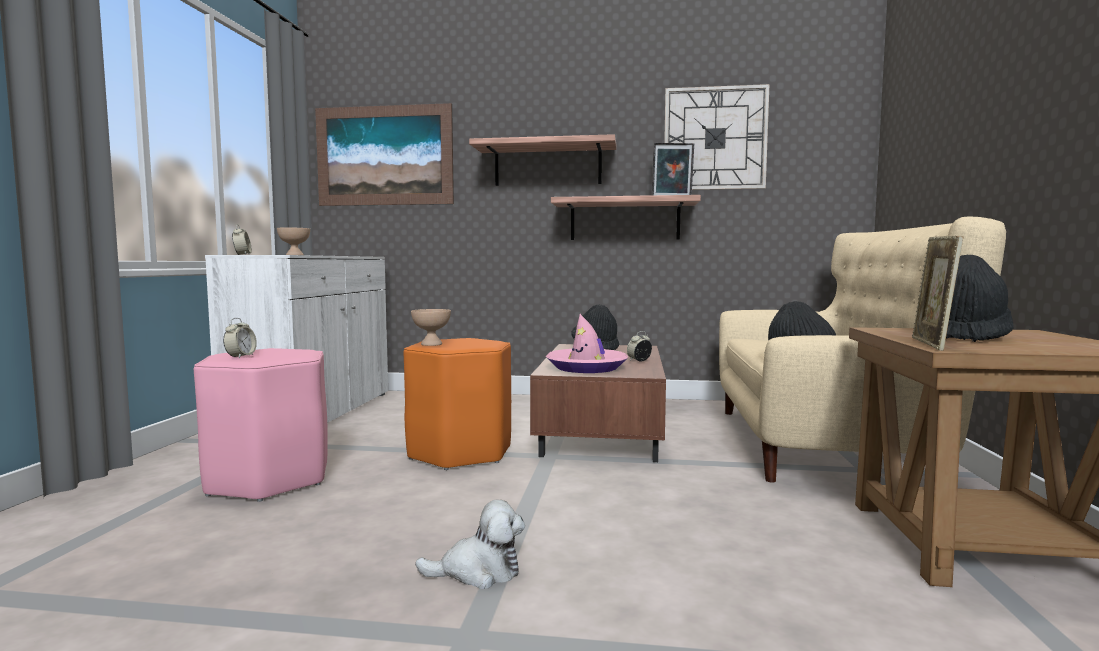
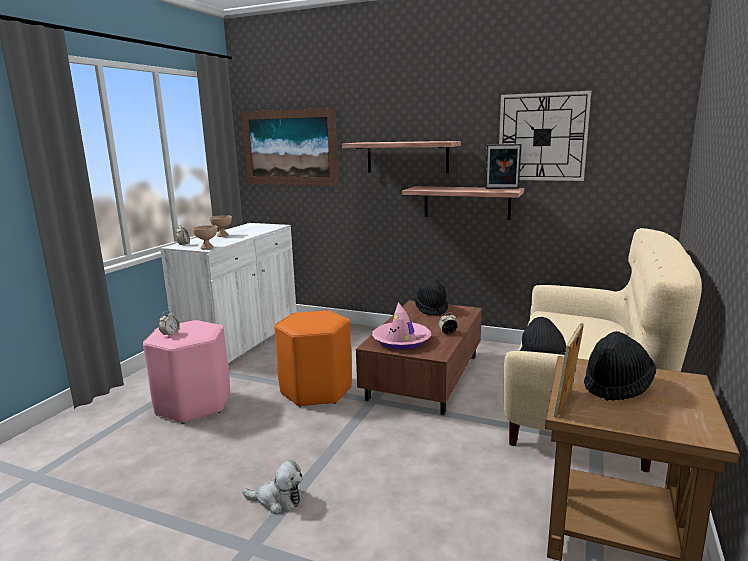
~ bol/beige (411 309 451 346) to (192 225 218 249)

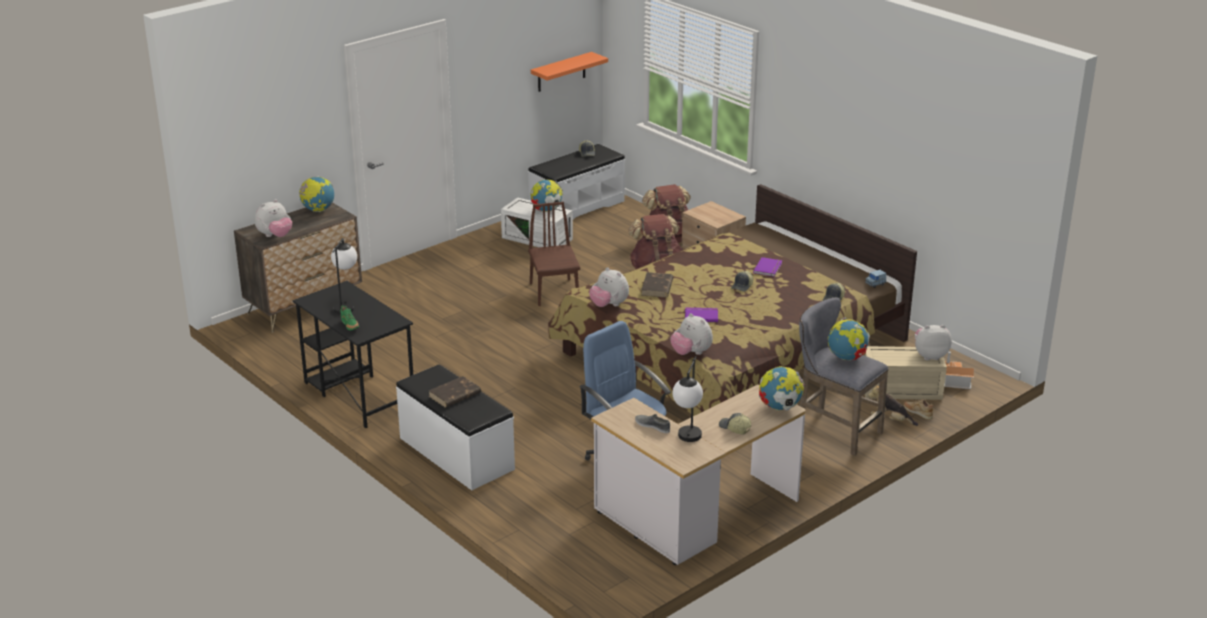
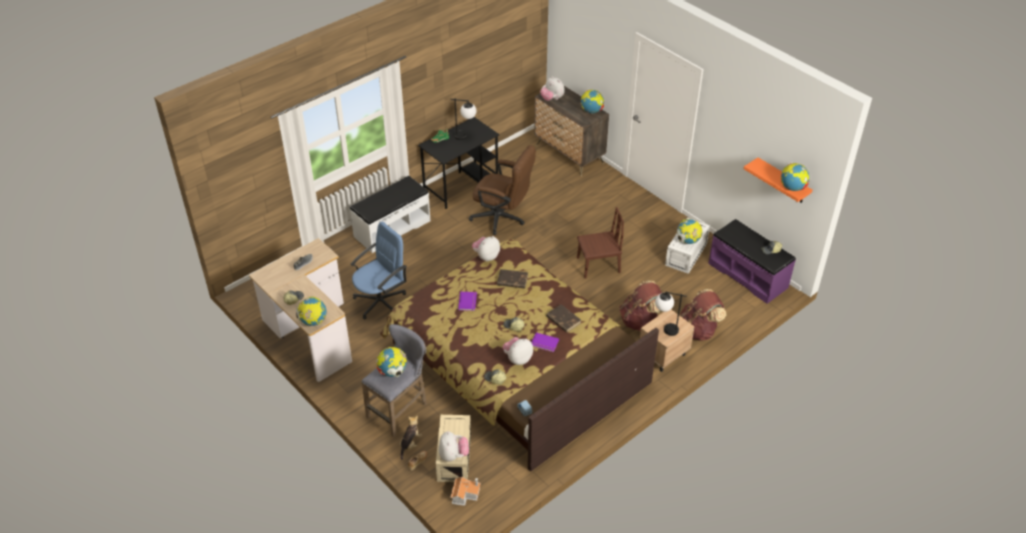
+ chaise de bureau/marron (469 145 536 235)
+ globe (781 162 809 191)
~ livre/marron (429 376 481 408) to (546 304 581 333)
~ peluche (671 313 713 355) to (502 337 533 365)
~ lampe de table (672 356 703 442) to (655 292 687 336)
~ banc/blanc (528 144 625 220) to banc/violet (708 219 796 304)

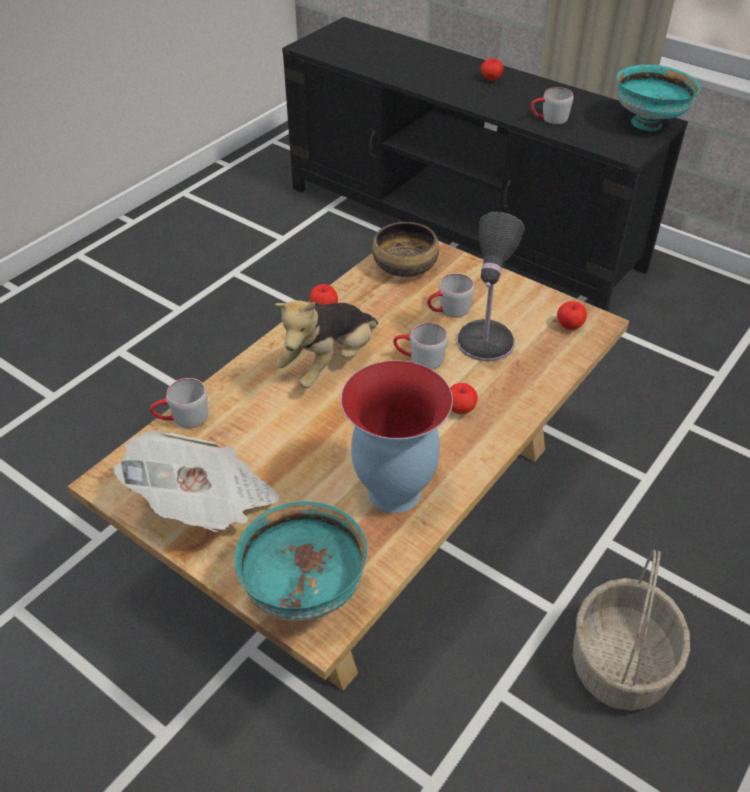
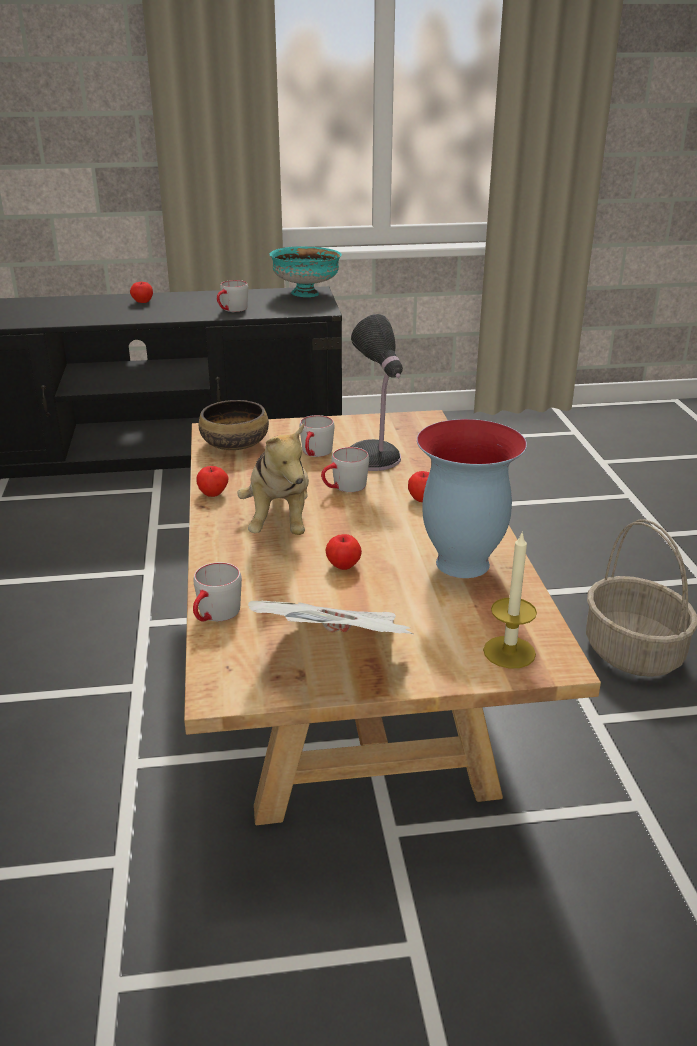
~ pomme (557 301 587 330) to (325 534 362 570)
~ bol/turquoise (234 501 368 621) to bougie (483 531 537 668)

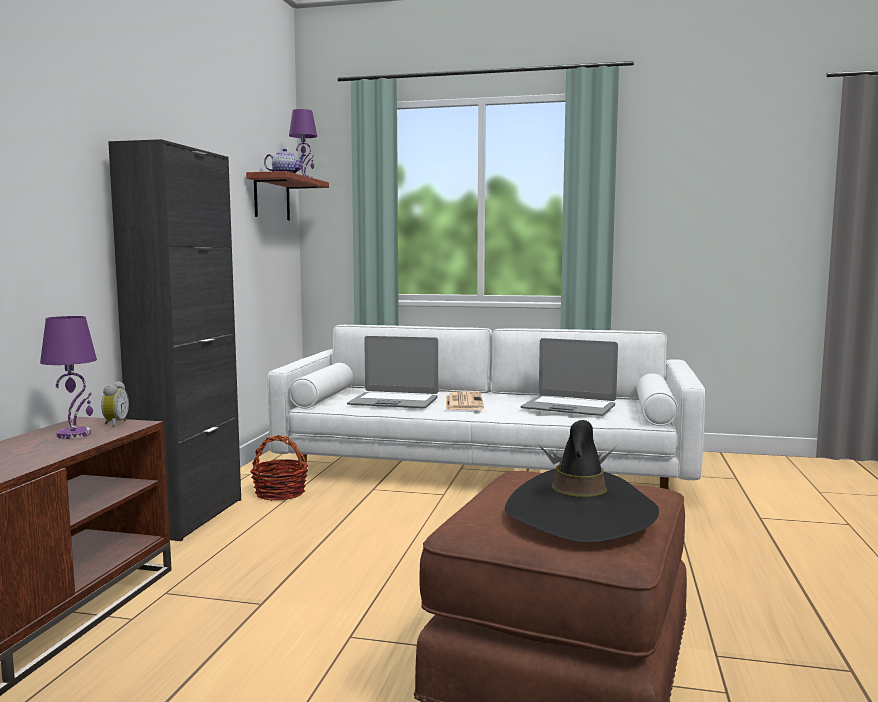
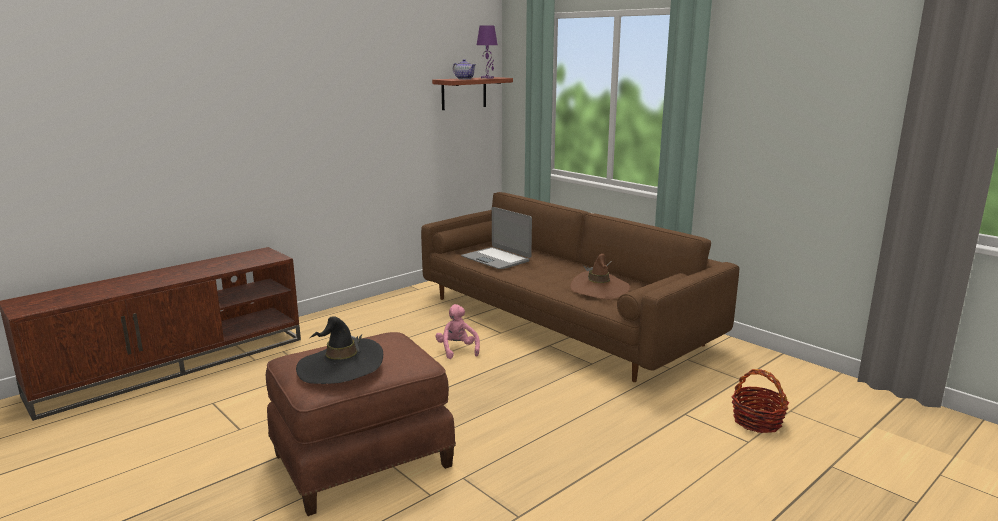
- lampe de table/violet (40 316 97 439)
- réveil (101 381 129 427)
- meuble de rangement/noir (108 139 241 541)
- journal (446 391 484 410)
+ peluche/rose (436 304 480 359)
~ panier (250 435 308 501) to (732 369 789 433)
~ ordinateur portable (521 338 618 416) to chapeau/marron (570 254 630 299)
~ canapé/blanc (268 325 705 489) to canapé/marron (421 192 739 382)

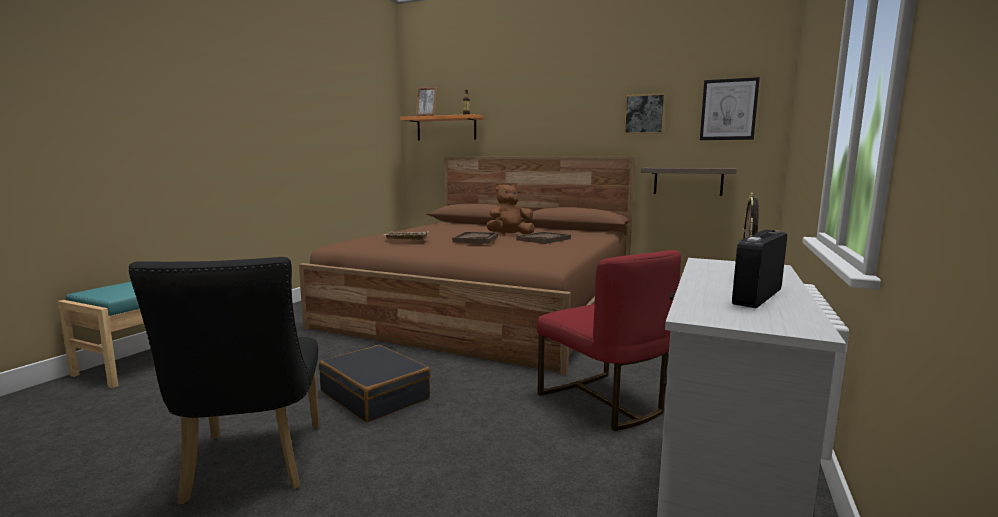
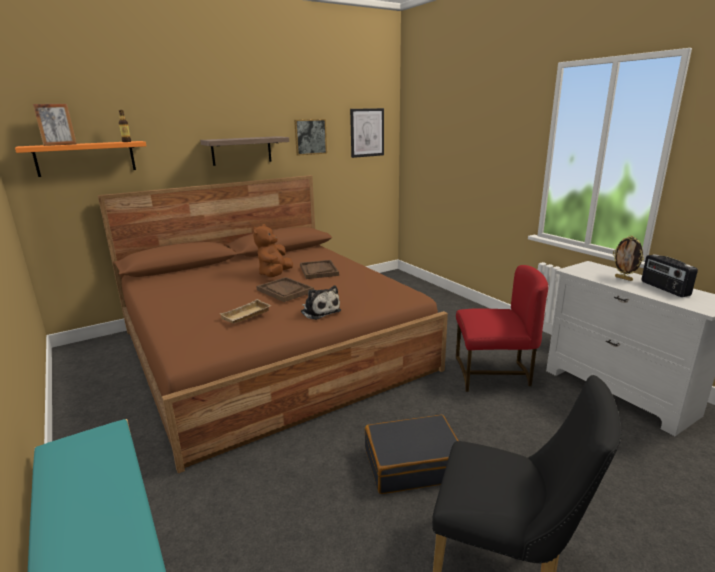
+ peluche (301 286 341 320)
~ étagère (641 168 737 196) to (200 136 289 166)

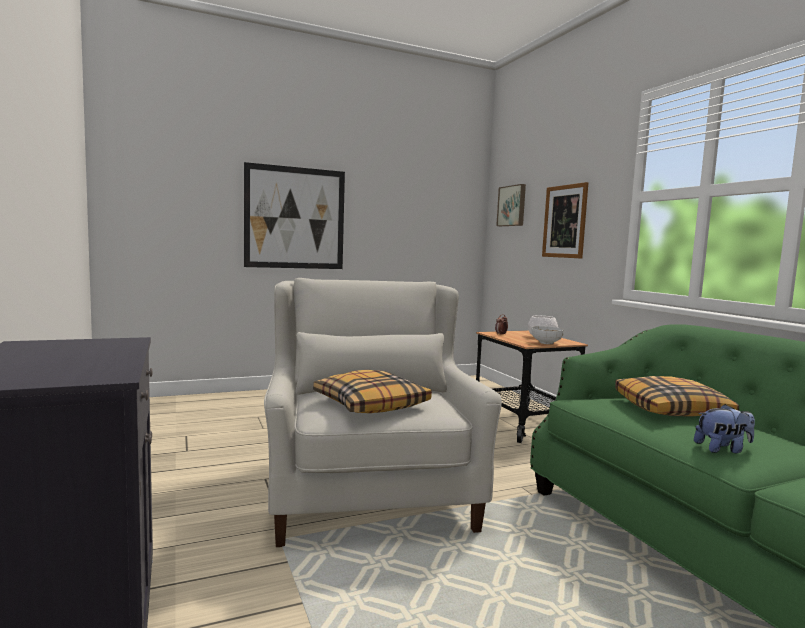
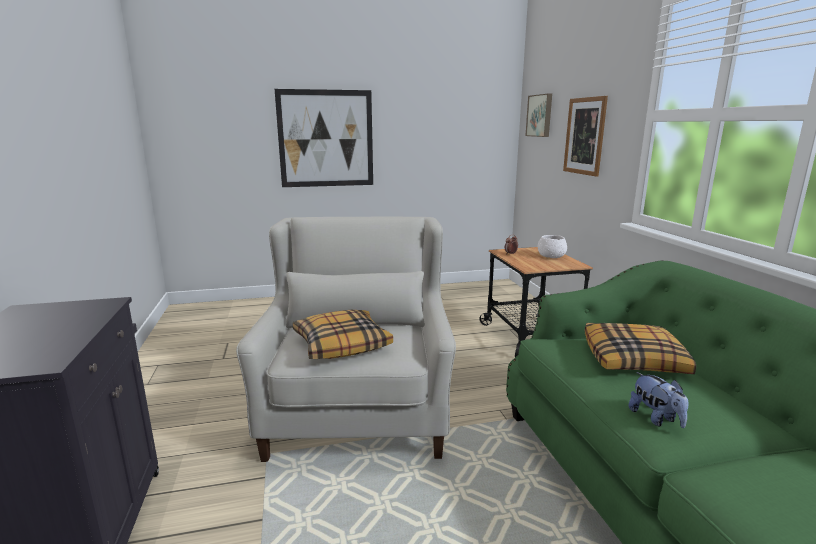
- bol (531 326 564 344)
~ peluche (694 404 755 453) = (629 372 689 428) 60 degrees clockwise

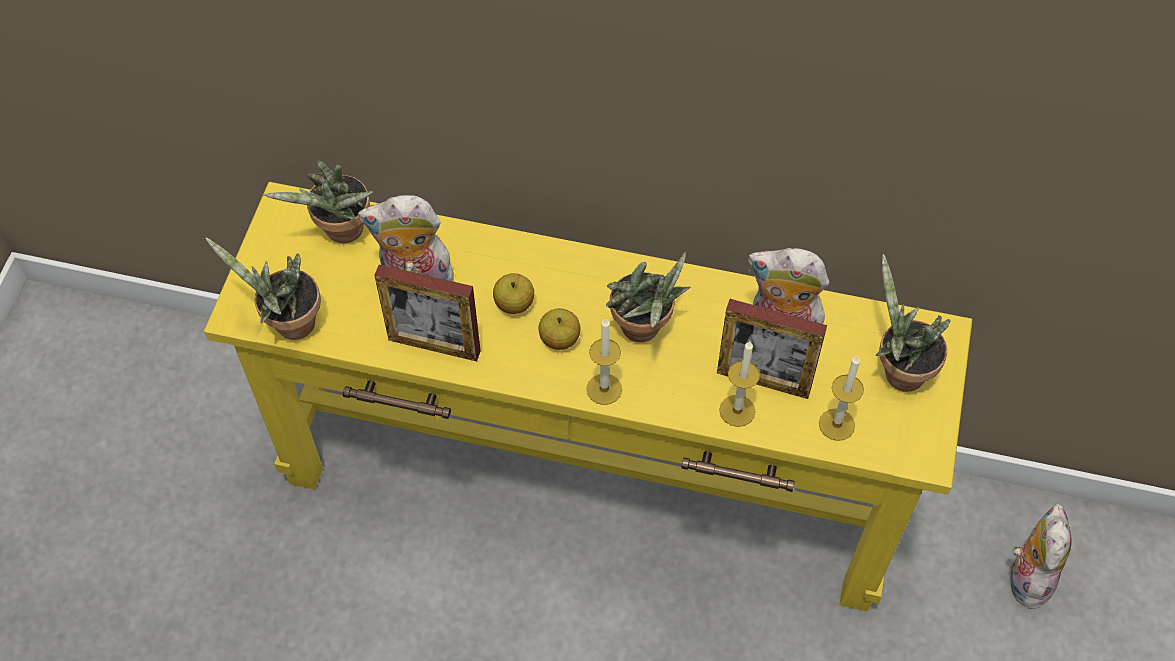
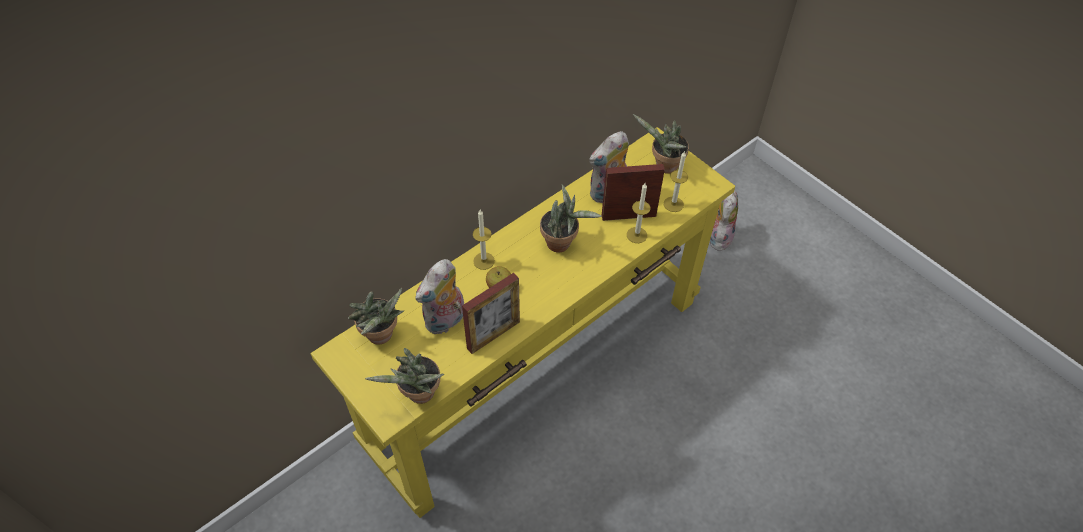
- pomme (538 308 581 350)
~ bougie (587 318 622 405) to (473 210 495 270)
~ cadre photo (717 299 827 399) = (602 164 665 221) 150 degrees counterclockwise
~ peluche (1010 503 1071 614) = (710 190 738 251) 60 degrees clockwise

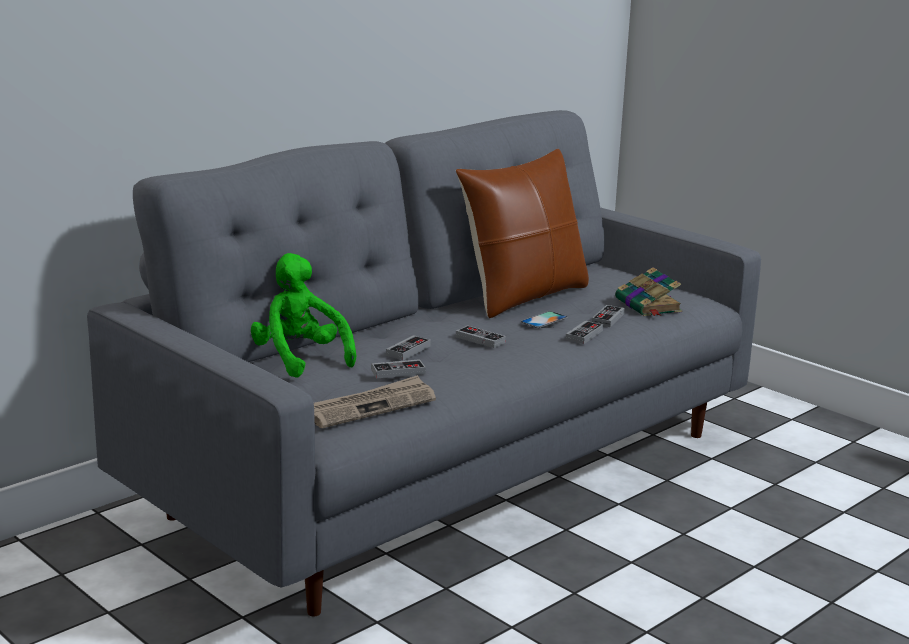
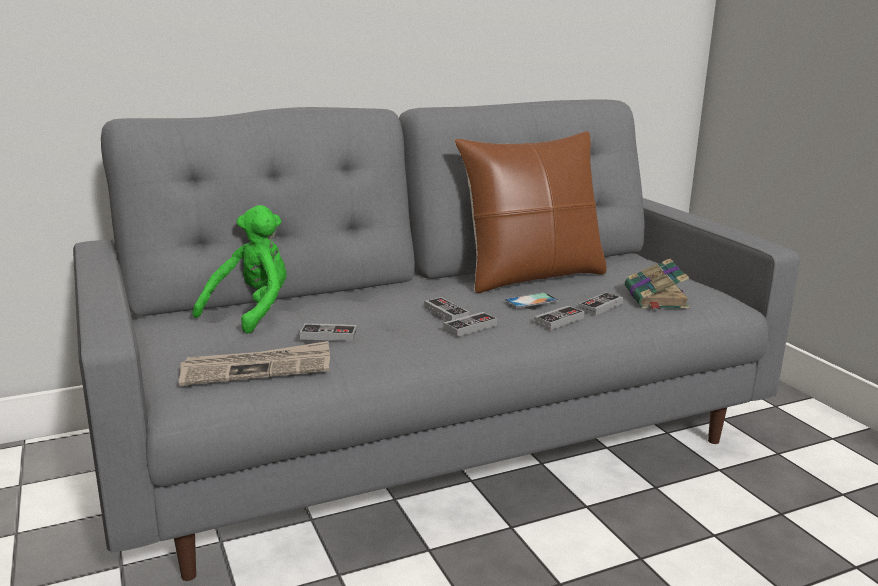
~ manette (386 335 431 360) to (443 312 497 337)
~ peluche/vert (251 253 356 378) = (193 205 287 334) 45 degrees clockwise

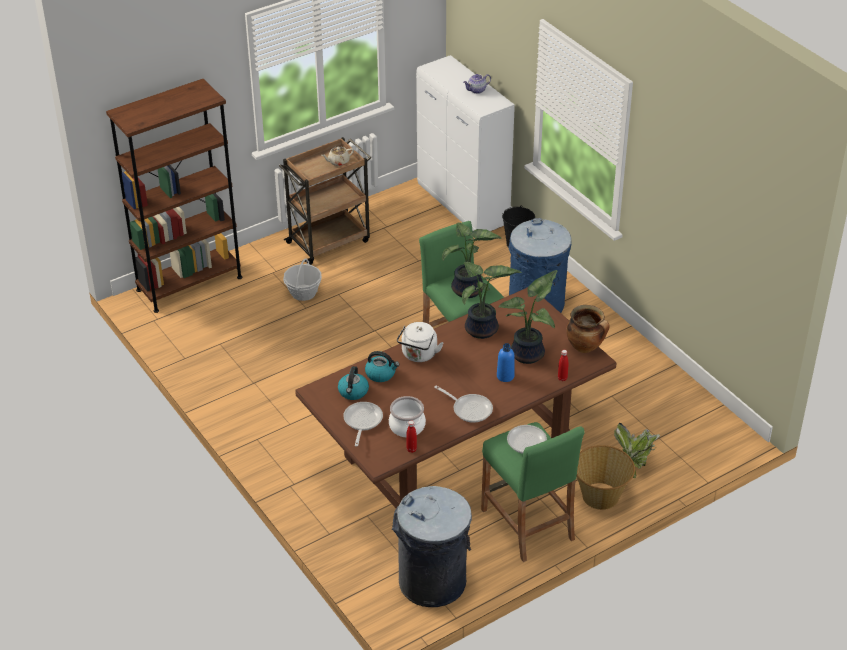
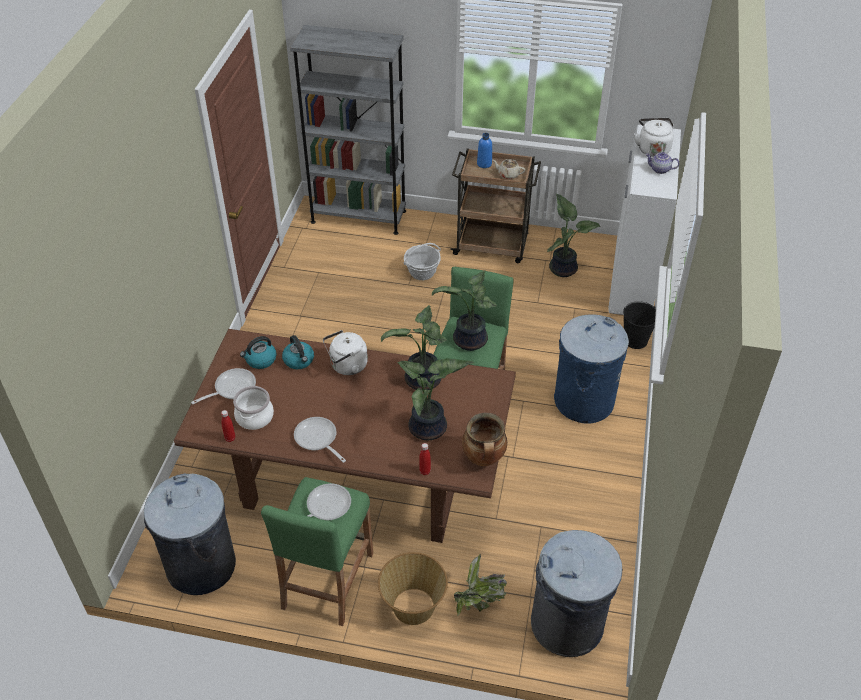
+ poubelle/gris (531 530 623 657)
+ plante en pot (547 194 600 277)
+ bouilloire/blanc (634 118 674 157)
~ bouteille/bleu (497 343 515 382) to (477 133 492 168)
~ bibliothèque/marron (106 79 242 313) to bibliothèque/gris (290 25 406 235)
~ poêle (434 386 493 423) = (294 417 346 463) 150 degrees clockwise

